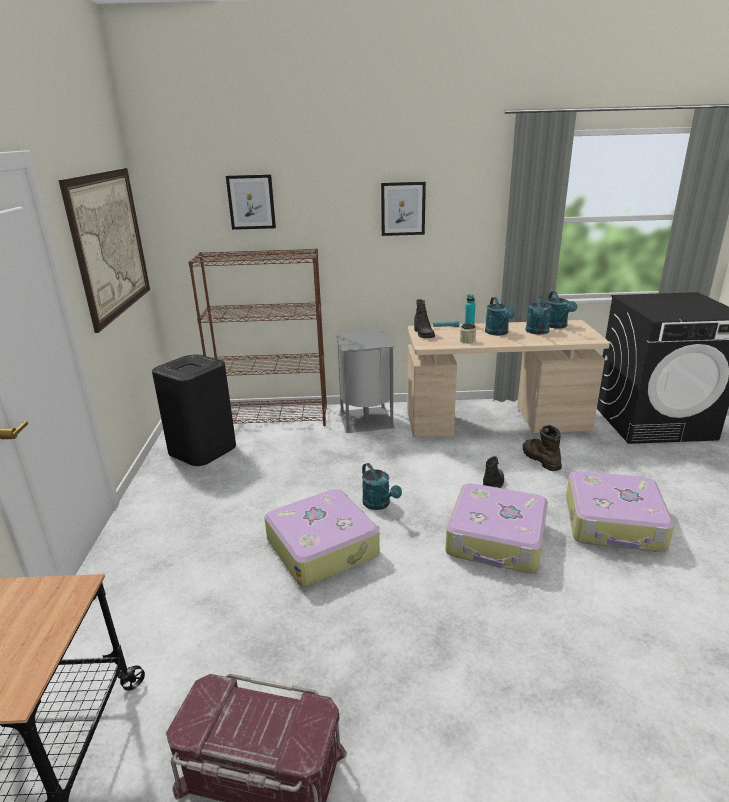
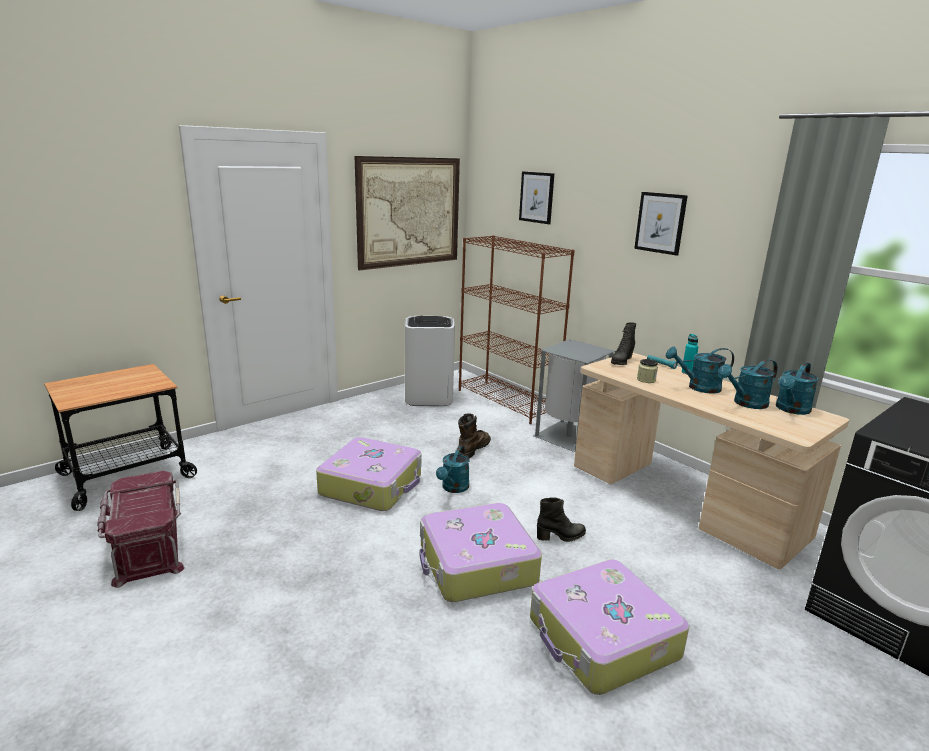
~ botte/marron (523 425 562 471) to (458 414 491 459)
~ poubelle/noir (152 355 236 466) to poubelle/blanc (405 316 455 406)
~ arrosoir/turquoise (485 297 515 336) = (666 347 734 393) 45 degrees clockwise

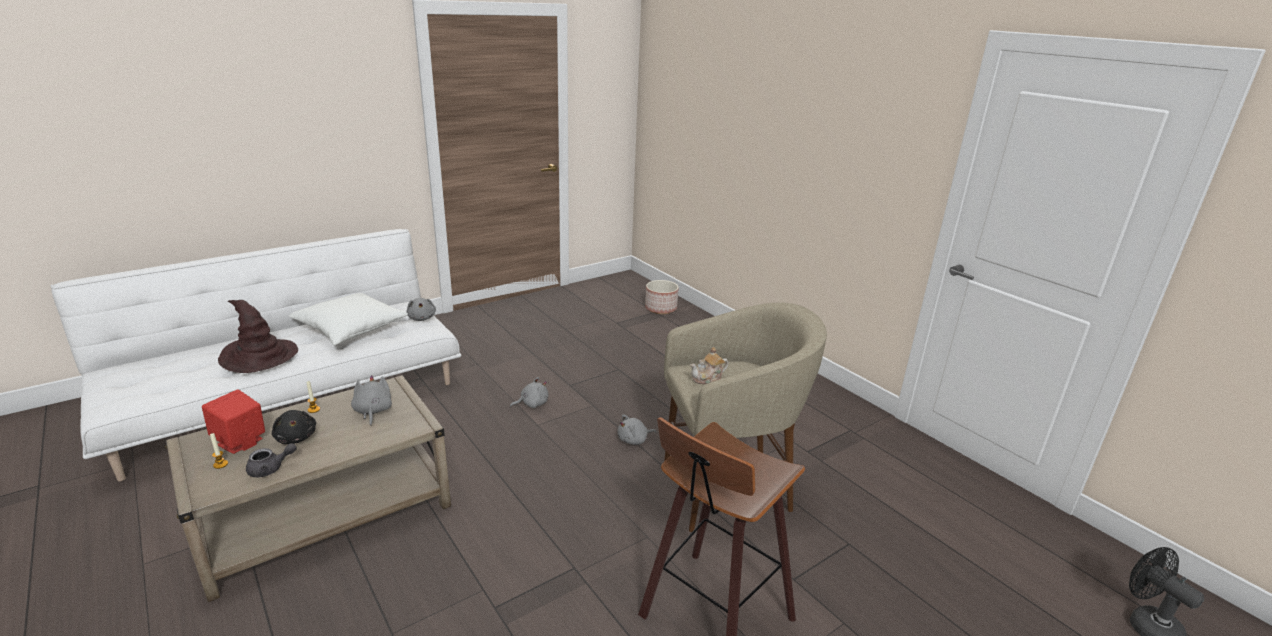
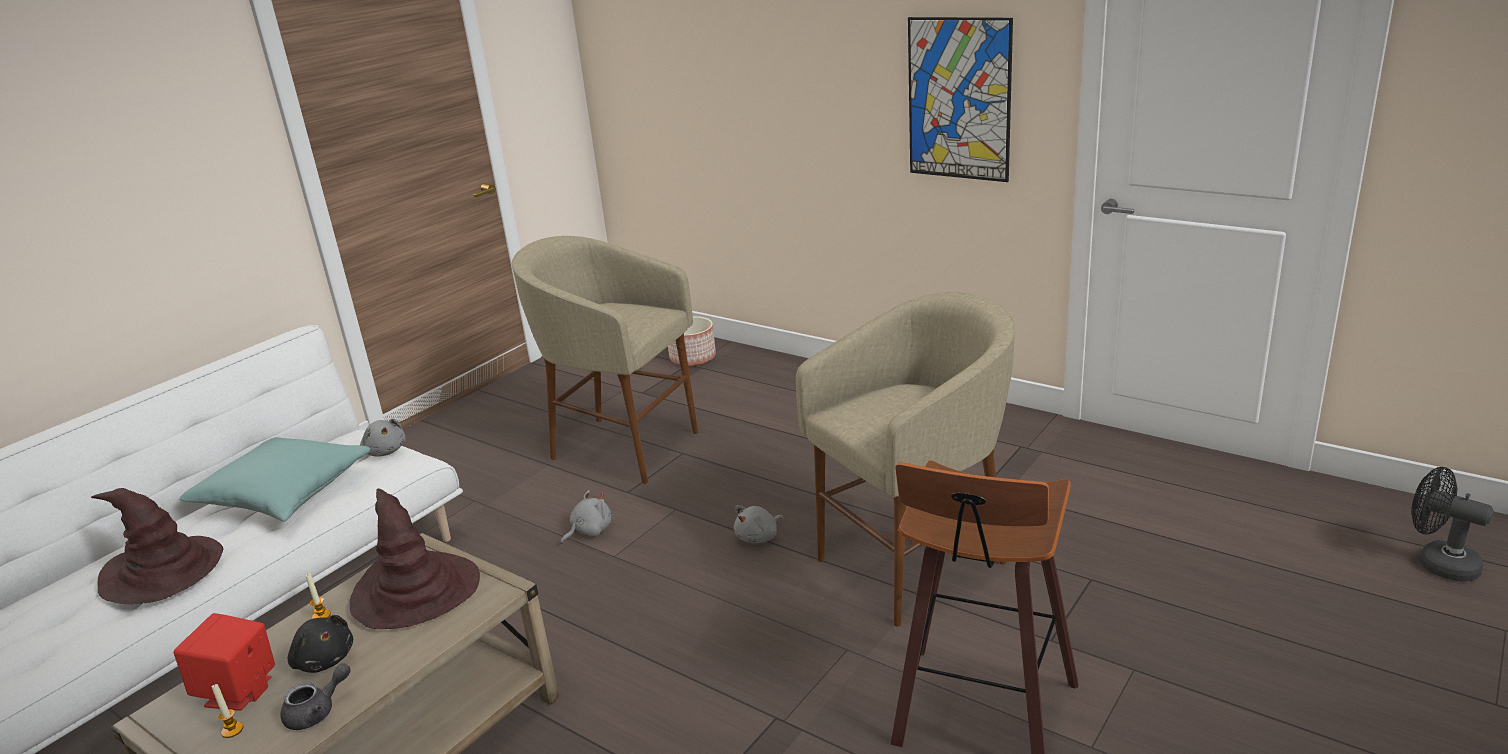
- théière (690 347 729 384)
+ tabouret/beige (512 236 698 484)
+ tableau (908 17 1013 182)
~ peluche/gris (351 375 392 426) to chapeau/marron (350 488 480 629)
~ coussin/blanc (289 293 408 345) to coussin/turquoise (179 437 370 522)

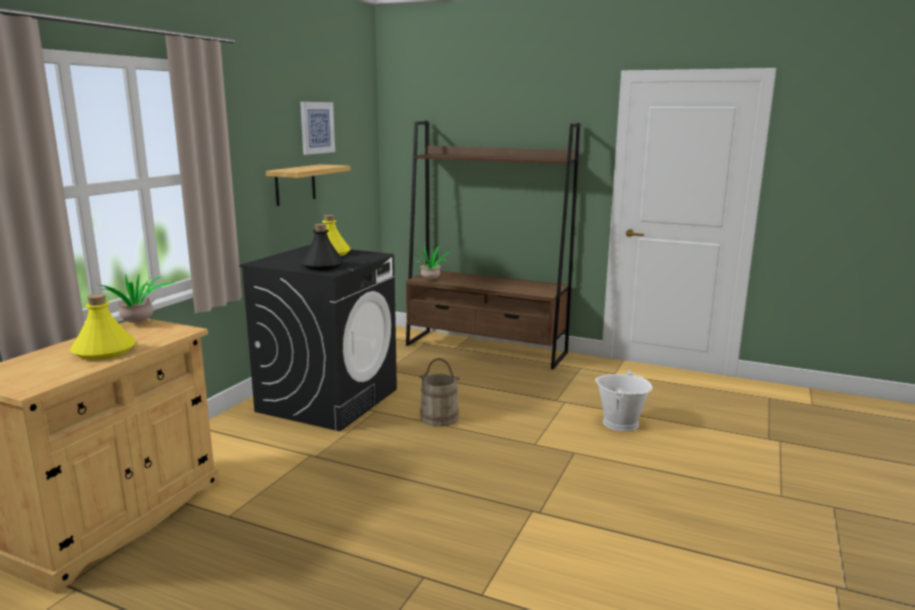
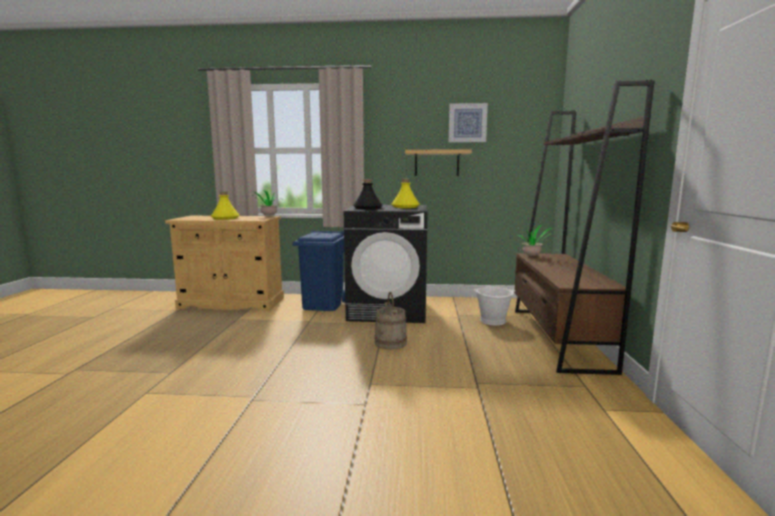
+ poubelle/bleu (293 230 345 311)
~ seau/blanc (595 370 652 432) to (474 287 515 325)

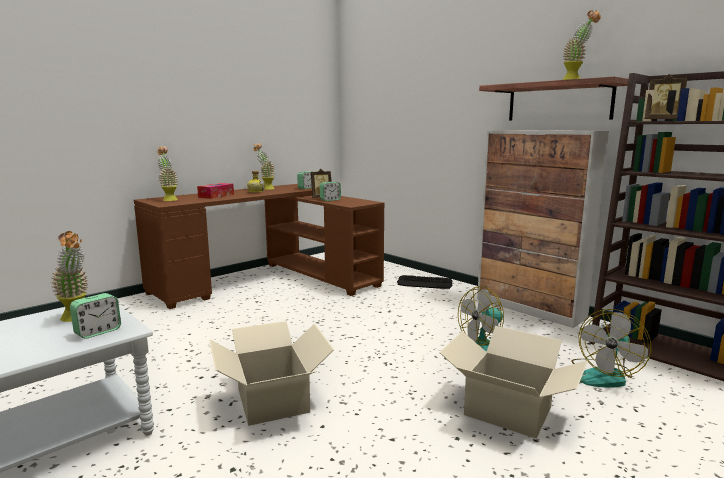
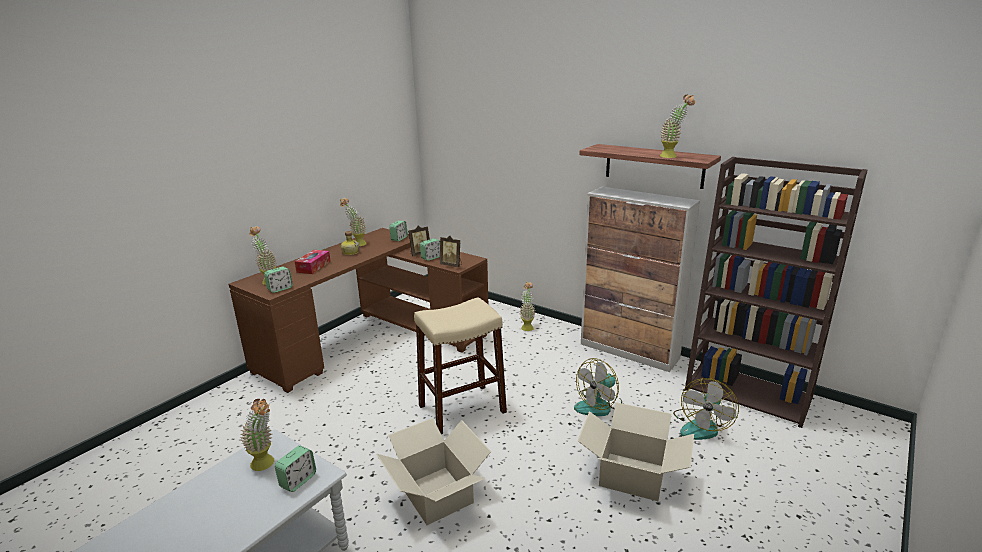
+ réveil (264 267 293 293)
+ tabouret/beige (414 297 507 434)
~ cadre photo (644 74 687 119) to (440 236 462 268)
~ clavier (397 275 453 289) to plante en pot (520 282 535 331)

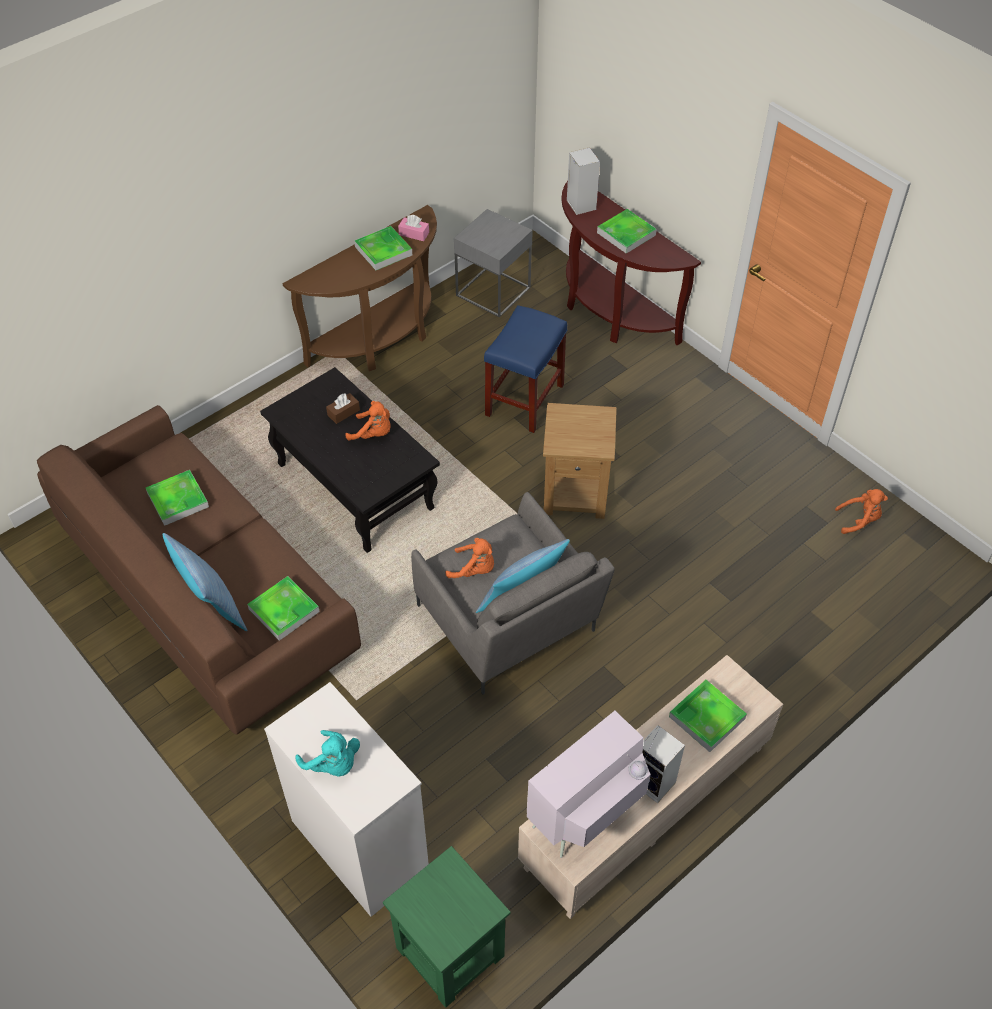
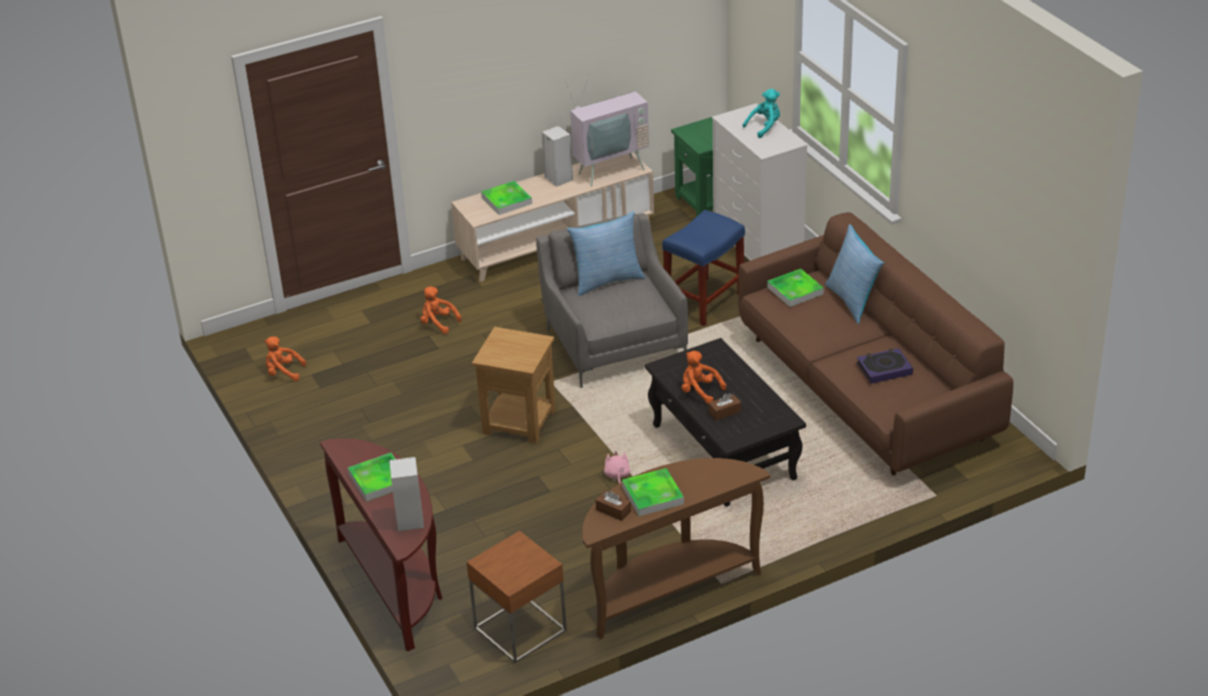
+ peluche/rose (604 451 631 484)
~ peluche/orange (445 538 494 578) to (420 286 462 334)
~ tabouret/bleu (484 305 568 433) to (662 210 745 326)
~ plateau (146 470 209 526) to livre (857 348 913 384)
~ boîte à mouchoirs/rose (398 215 429 241) to boîte à mouchoirs/marron (596 491 631 521)
~ table d'appoint/gris (454 209 533 318) to table d'appoint/marron (467 531 567 663)
~ peluche/turquoise (295 730 360 777) = (743 89 780 138) 90 degrees clockwise

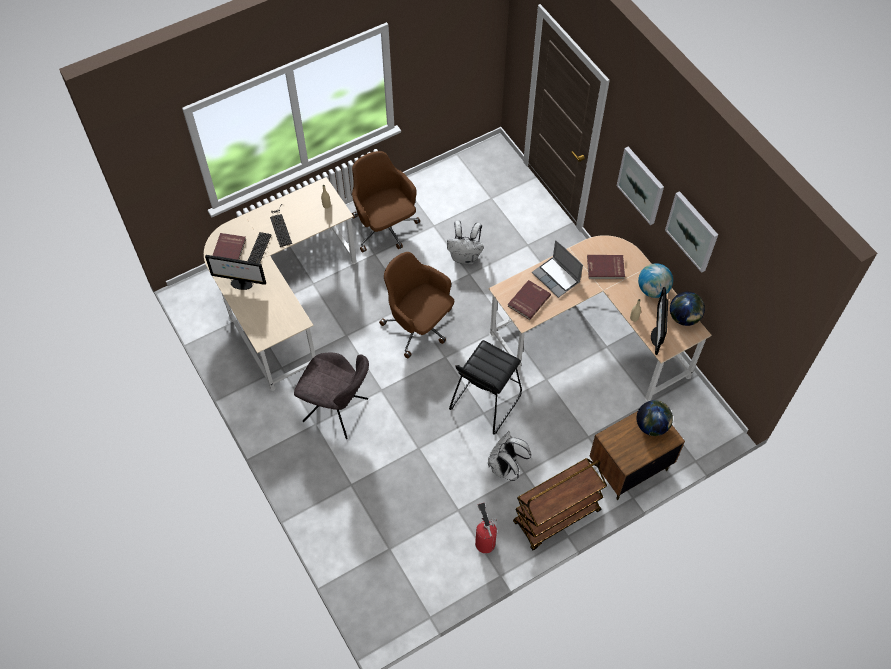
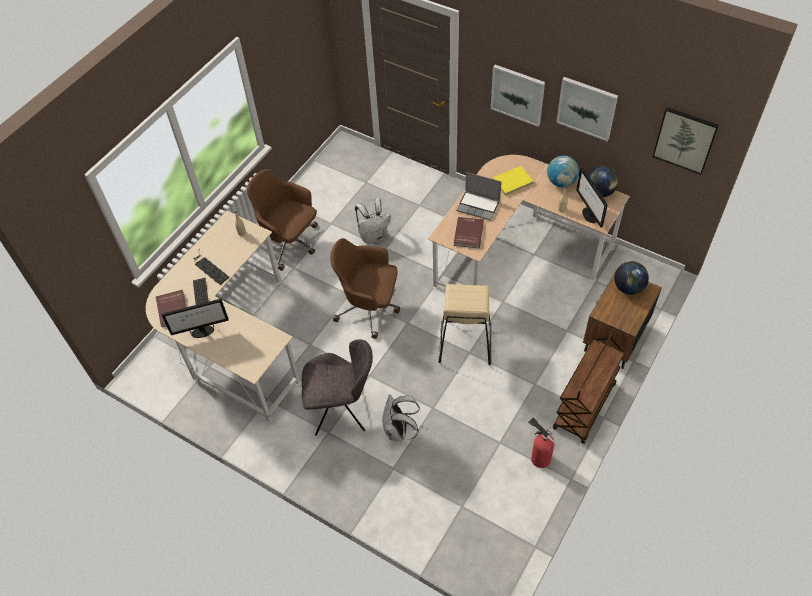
+ tableau (653 107 719 175)
~ sac à dos/blanc (488 431 531 481) to (383 394 420 441)
~ tabouret/noir (449 340 522 435) to tabouret/beige (438 284 491 365)
~ livre/rouge (587 255 625 279) to livre/jaune (492 166 534 196)

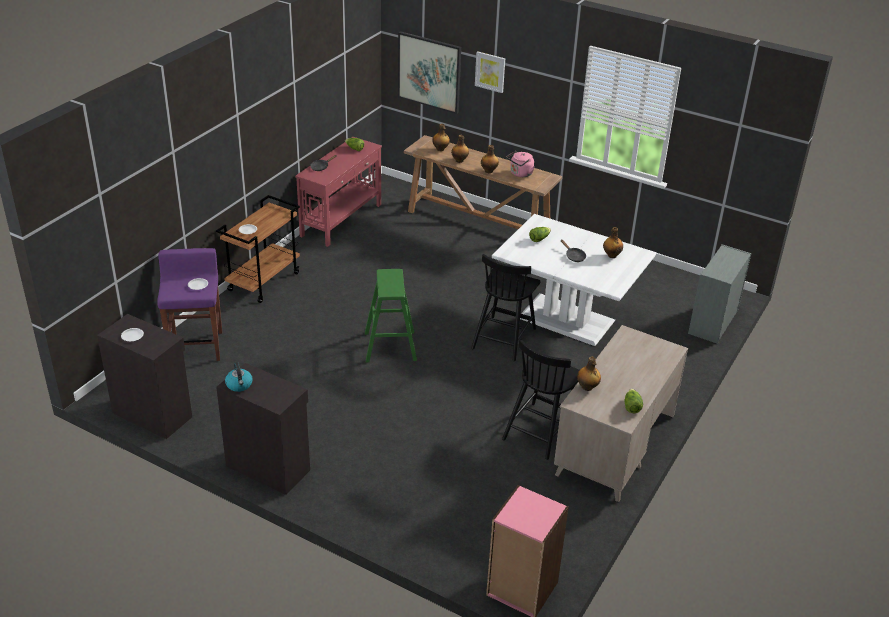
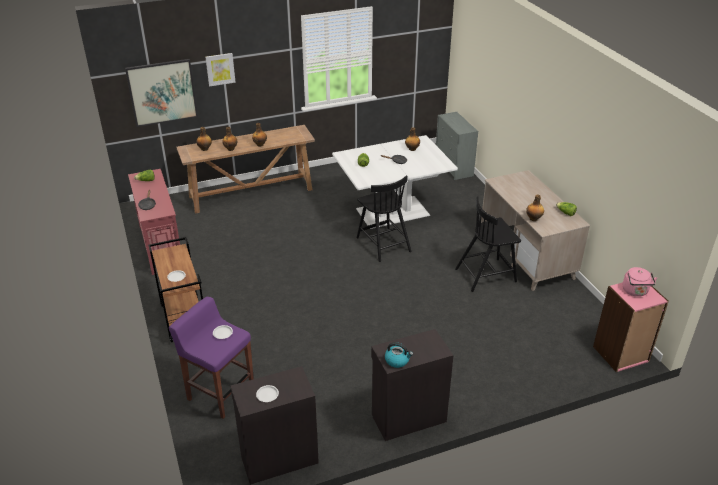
- tabouret/vert (365 269 417 362)
~ bouilloire/rose (507 151 534 177) to (623 267 657 297)
~ chaise/noir (502 339 579 460) = (455 197 521 292) 90 degrees clockwise

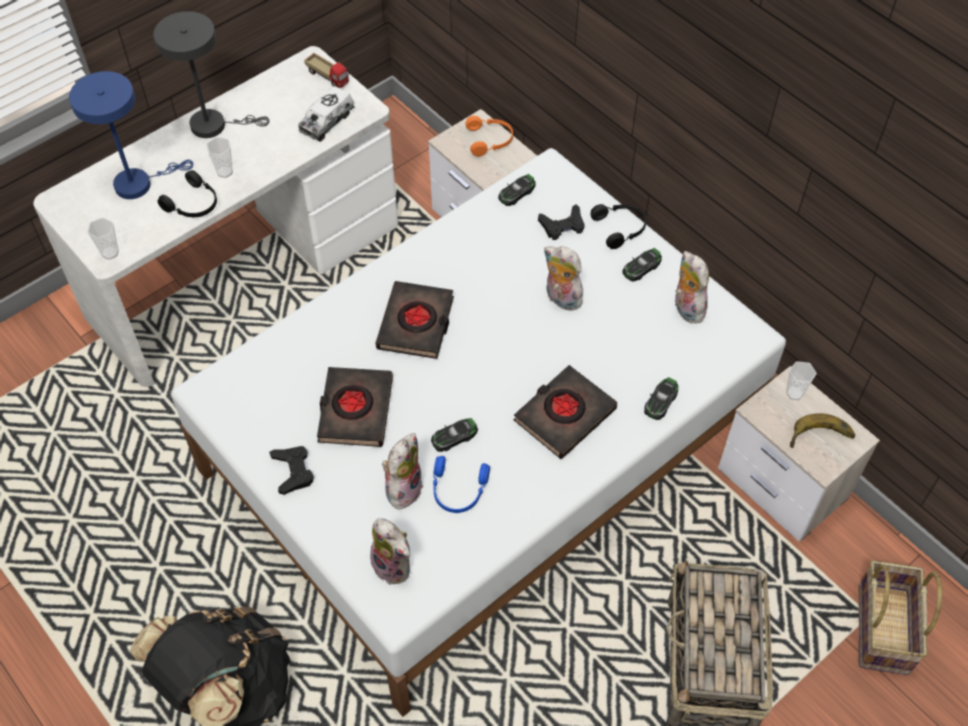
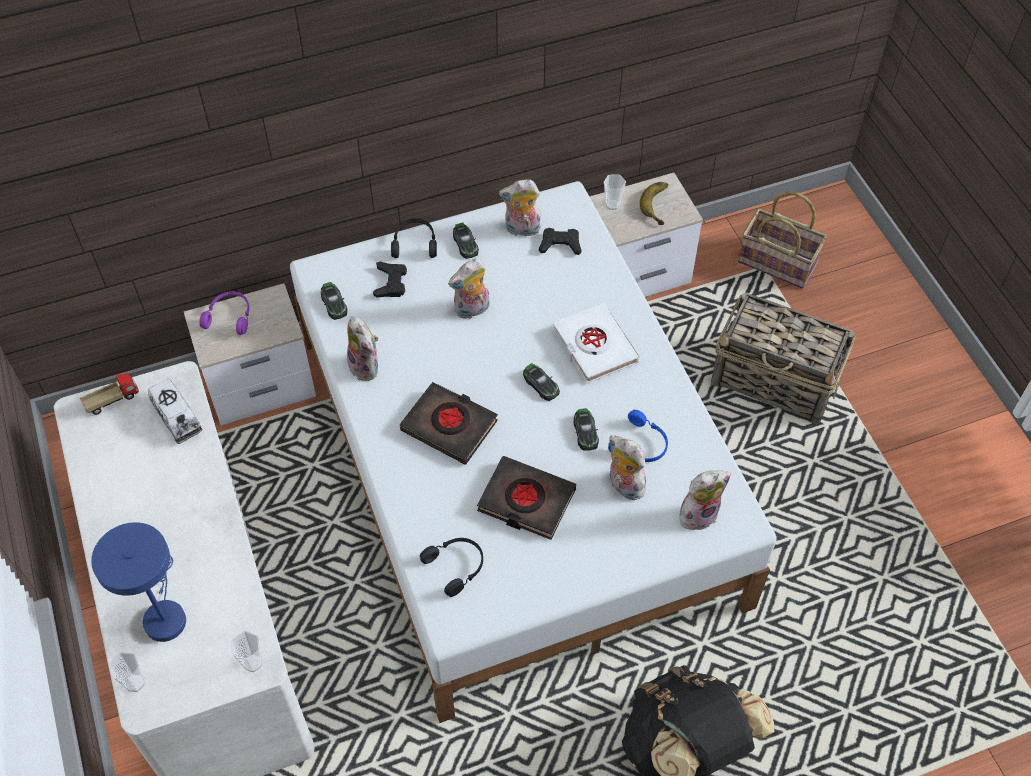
- lampe de table/gris (153 11 269 138)
+ peluche (347 316 378 381)
~ casque audio/noir (157 170 217 217) to (420 538 483 597)
~ tasse (206 137 233 178) to (109 652 145 692)
~ manette/noir (269 446 314 495) to (539 228 582 255)
~ petite voiture (644 377 678 420) to (523 363 560 401)
~ casque audio/orange (465 116 513 157) to casque audio/violet (199 291 249 335)
~ livre/noir (514 365 617 459) to livre/blanc (553 303 639 383)

